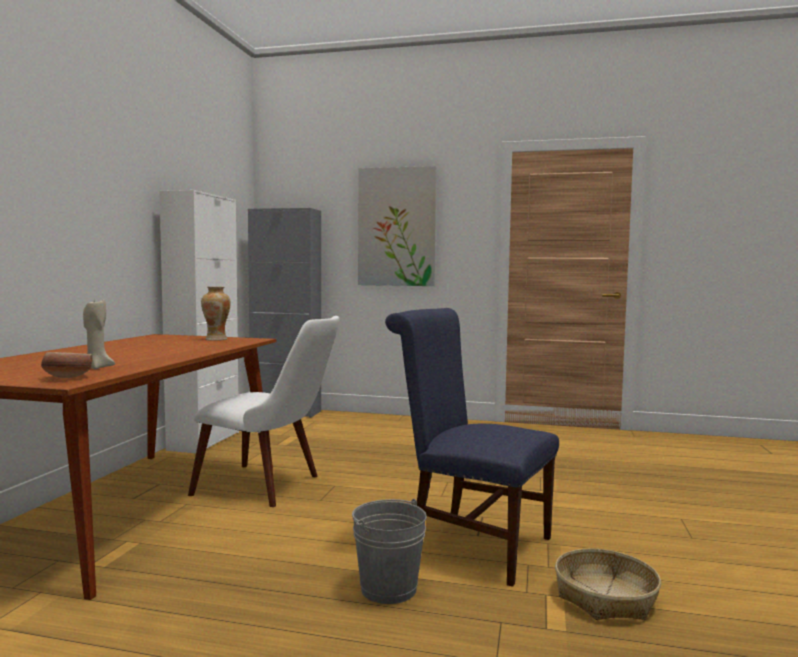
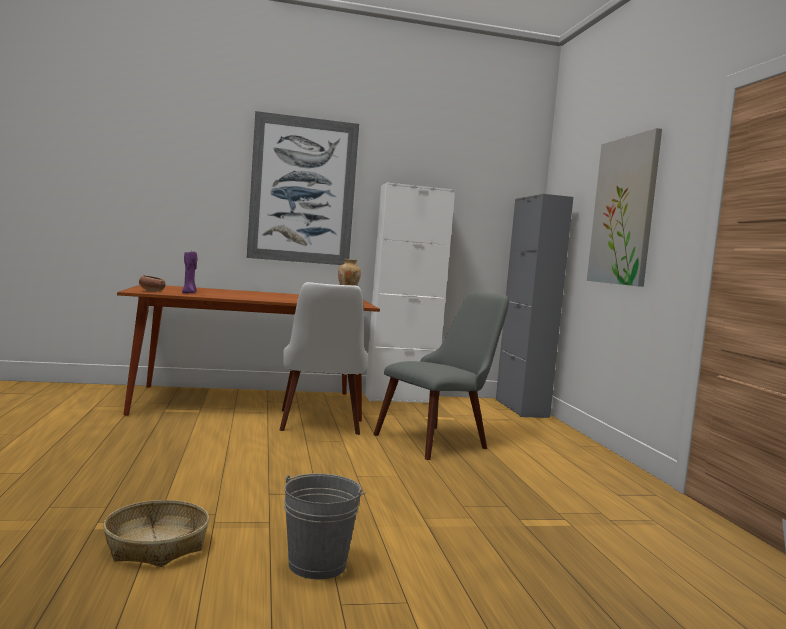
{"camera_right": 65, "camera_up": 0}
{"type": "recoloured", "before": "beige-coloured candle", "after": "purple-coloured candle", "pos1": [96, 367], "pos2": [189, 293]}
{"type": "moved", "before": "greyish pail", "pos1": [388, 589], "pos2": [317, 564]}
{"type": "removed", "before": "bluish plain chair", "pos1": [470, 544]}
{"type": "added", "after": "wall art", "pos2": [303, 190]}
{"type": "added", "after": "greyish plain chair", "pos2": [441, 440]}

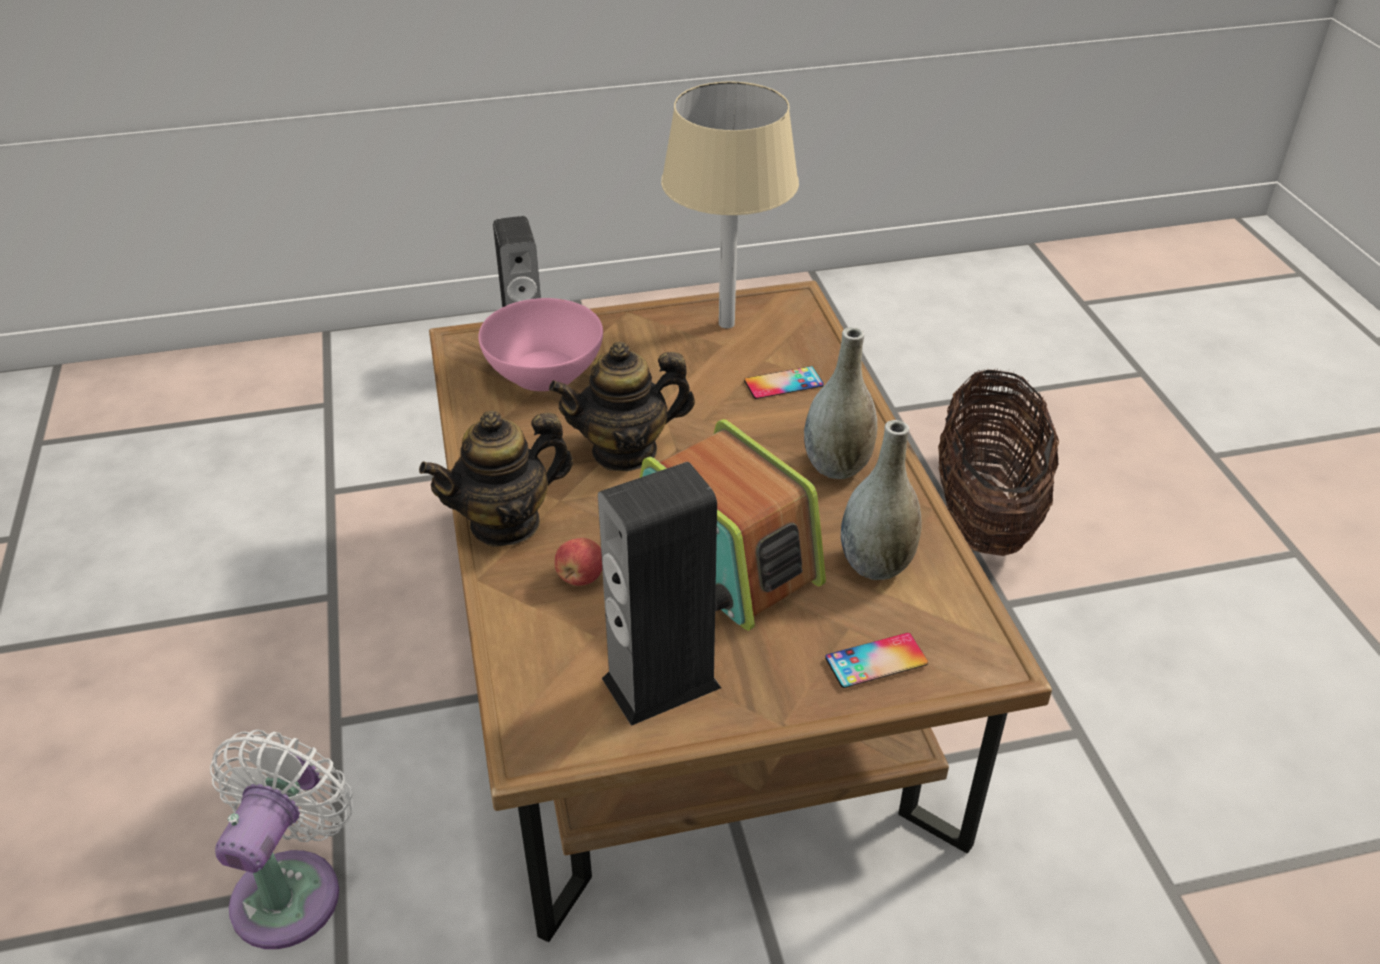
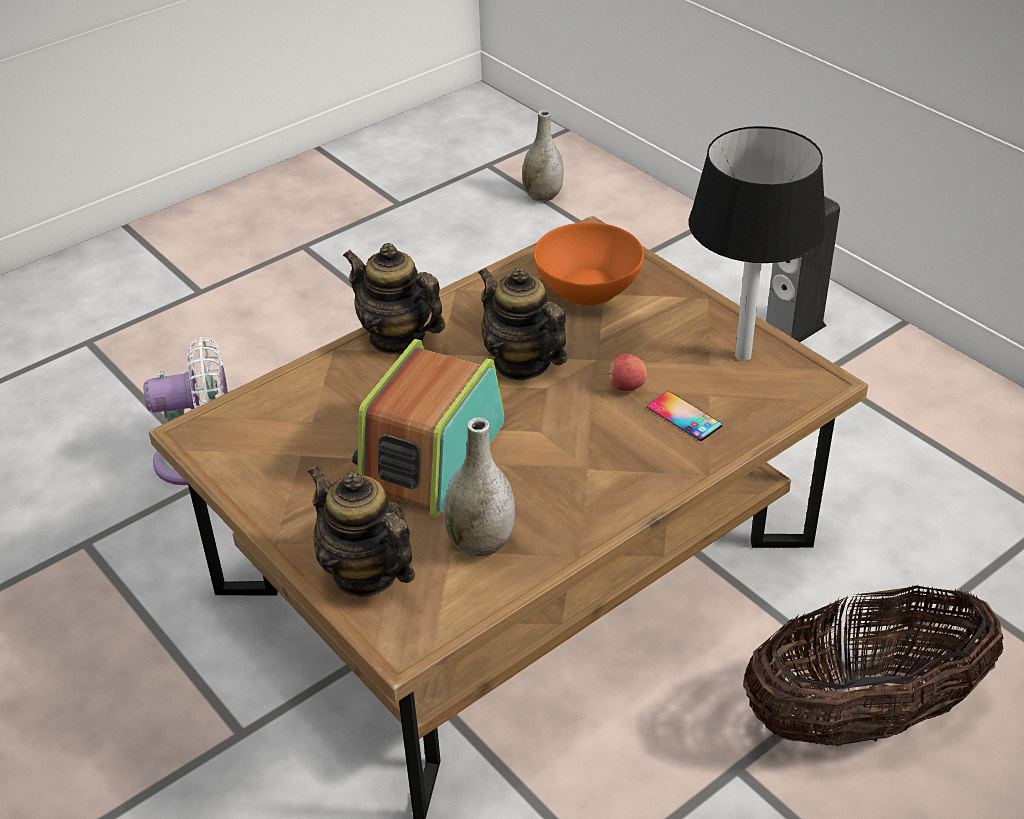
{"camera_right": 65, "camera_up": 0}
{"type": "recoloured", "before": "pinkish bowl", "after": "orange bowl", "pos1": [544, 371], "pos2": [588, 287]}
{"type": "moved", "before": "apple", "pos1": [580, 577], "pos2": [626, 386]}
{"type": "removed", "before": "speaker", "pos1": [661, 683]}
{"type": "recoloured", "before": "beige-coloured table lamp", "after": "blackish table lamp", "pos1": [727, 324], "pos2": [743, 356]}
{"type": "moved", "before": "greyish decorative vase", "pos1": [837, 466], "pos2": [543, 196]}
{"type": "replaced", "before": "handset", "after": "pot for tea", "pos1": [876, 661], "pos2": [365, 572]}

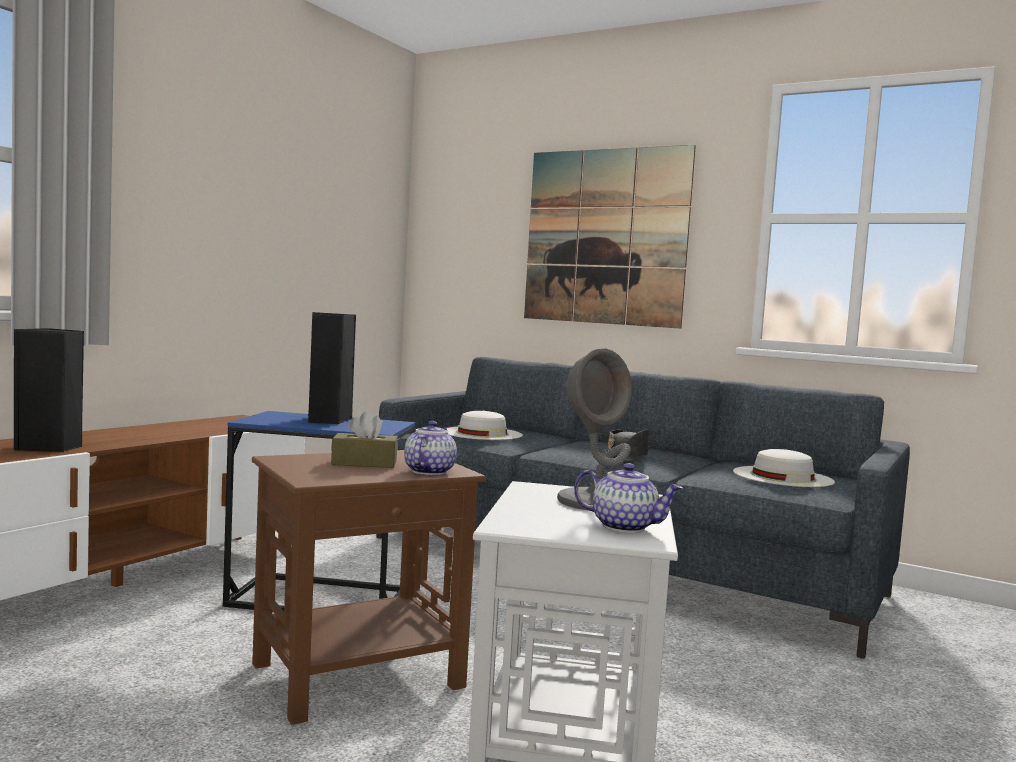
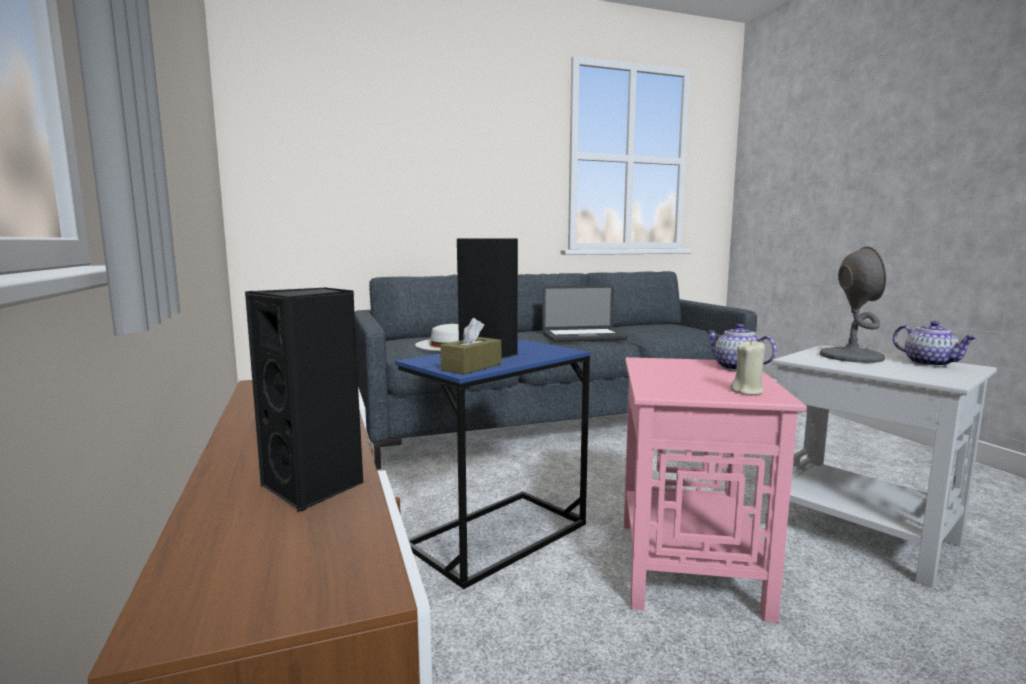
{"camera_right": -50, "camera_up": 5}
{"type": "recoloured", "before": "brownish accent table", "after": "pinkish accent table", "pos1": [360, 675], "pos2": [689, 563]}
{"type": "moved", "before": "brownish box of tissues", "pos1": [364, 463], "pos2": [471, 367]}
{"type": "removed", "before": "wall art", "pos1": [605, 237]}
{"type": "turned", "before": "pot for tea", "pos1": [625, 526], "pos2": [930, 363], "turn": 90}
{"type": "replaced", "before": "blackish wearable hat", "after": "notebook computer", "pos1": [628, 456], "pos2": [583, 337]}
{"type": "removed", "before": "white wearable hat", "pos1": [782, 476]}
{"type": "added", "after": "beige-coloured candle", "pos2": [747, 391]}

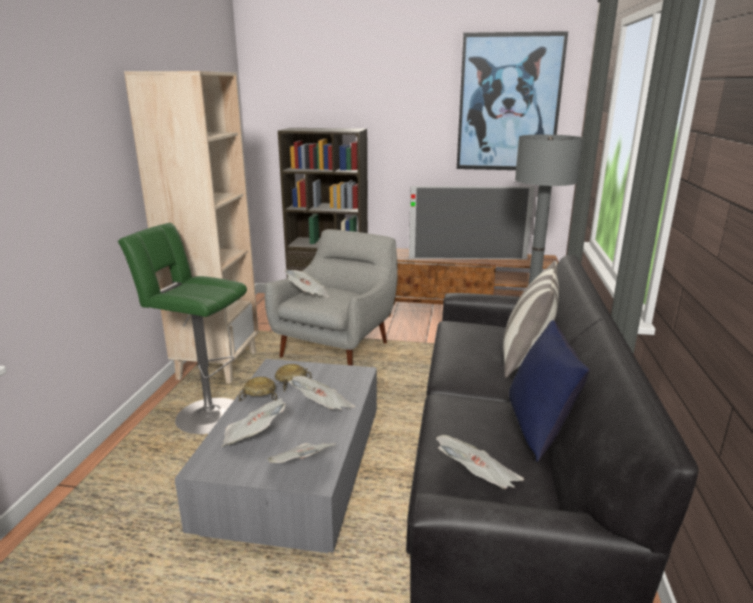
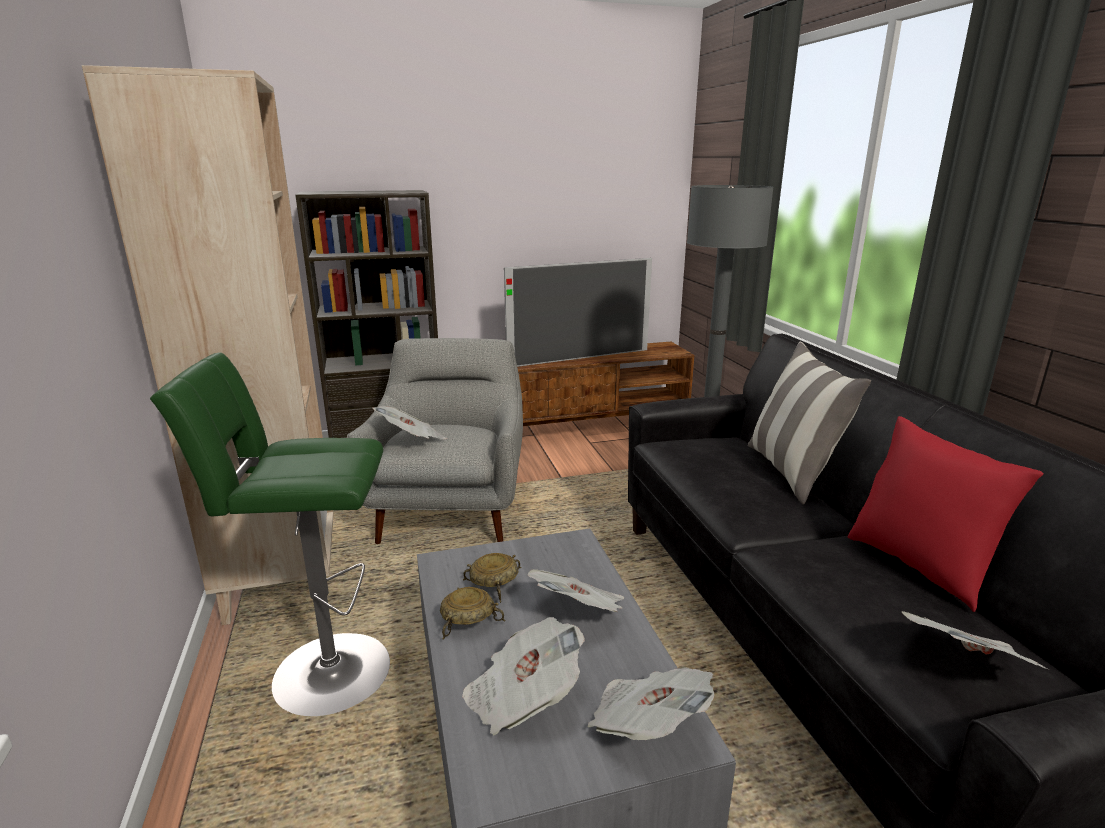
{"camera_right": -25, "camera_up": 0}
{"type": "removed", "before": "wall art", "pos1": [509, 103]}
{"type": "recoloured", "before": "bluish throw pillow", "after": "red-coloured throw pillow", "pos1": [539, 429], "pos2": [919, 565]}

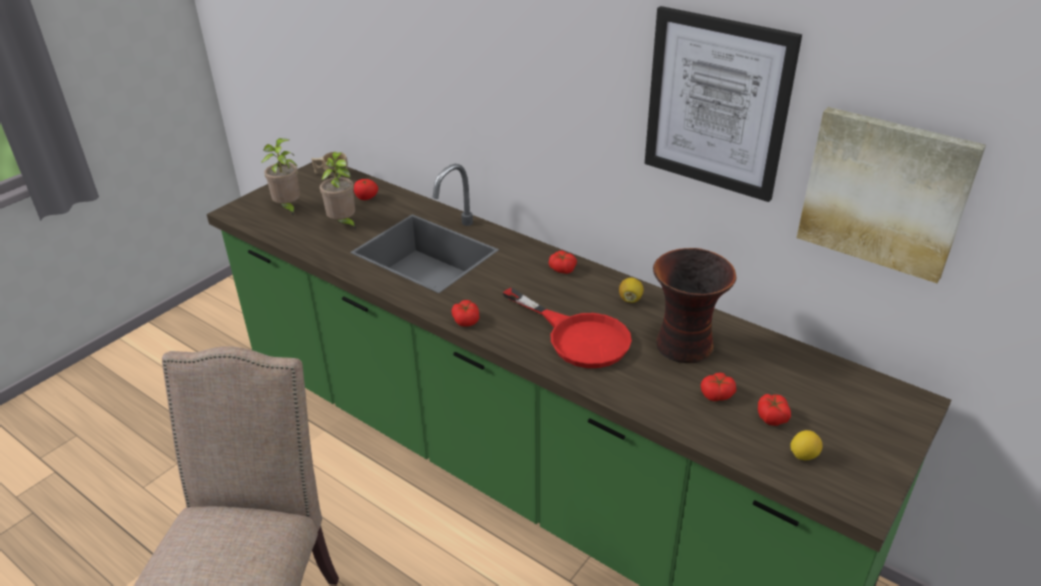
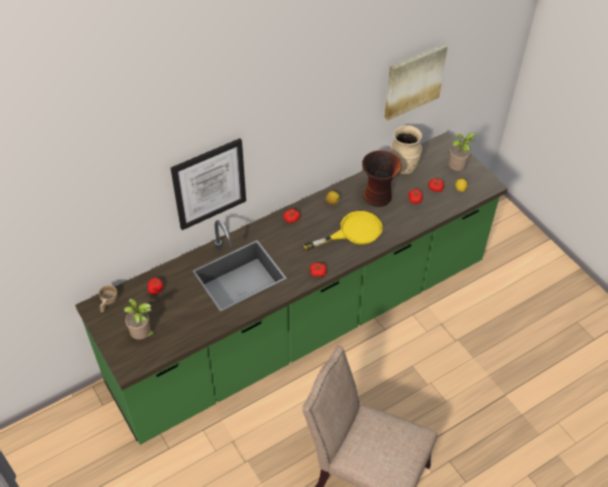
{"camera_right": -70, "camera_up": 15}
{"type": "moved", "before": "potted plant", "pos1": [343, 224], "pos2": [457, 169]}
{"type": "recoloured", "before": "red-coloured skillet", "after": "yellow-coloured skillet", "pos1": [578, 336], "pos2": [353, 232]}
{"type": "moved", "before": "wall art", "pos1": [717, 104], "pos2": [209, 184]}
{"type": "added", "after": "beige-coloured decorative vase", "pos2": [403, 168]}

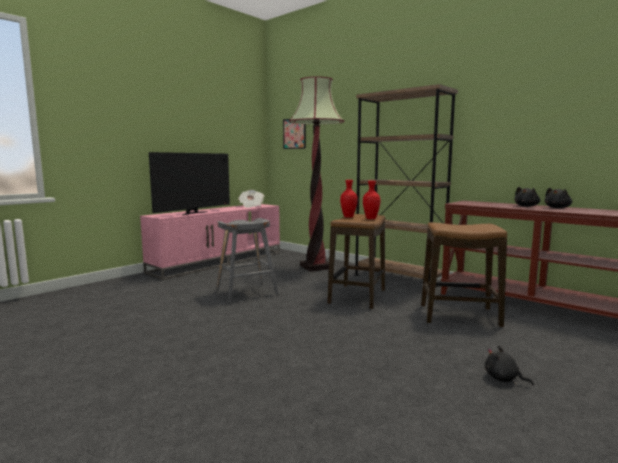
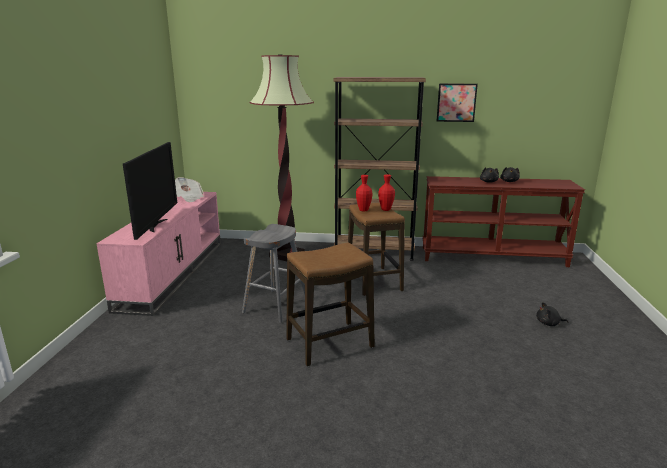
{"camera_right": -35, "camera_up": 10}
{"type": "moved", "before": "wall art", "pos1": [294, 133], "pos2": [456, 102]}
{"type": "moved", "before": "sitting stool", "pos1": [459, 316], "pos2": [330, 343]}

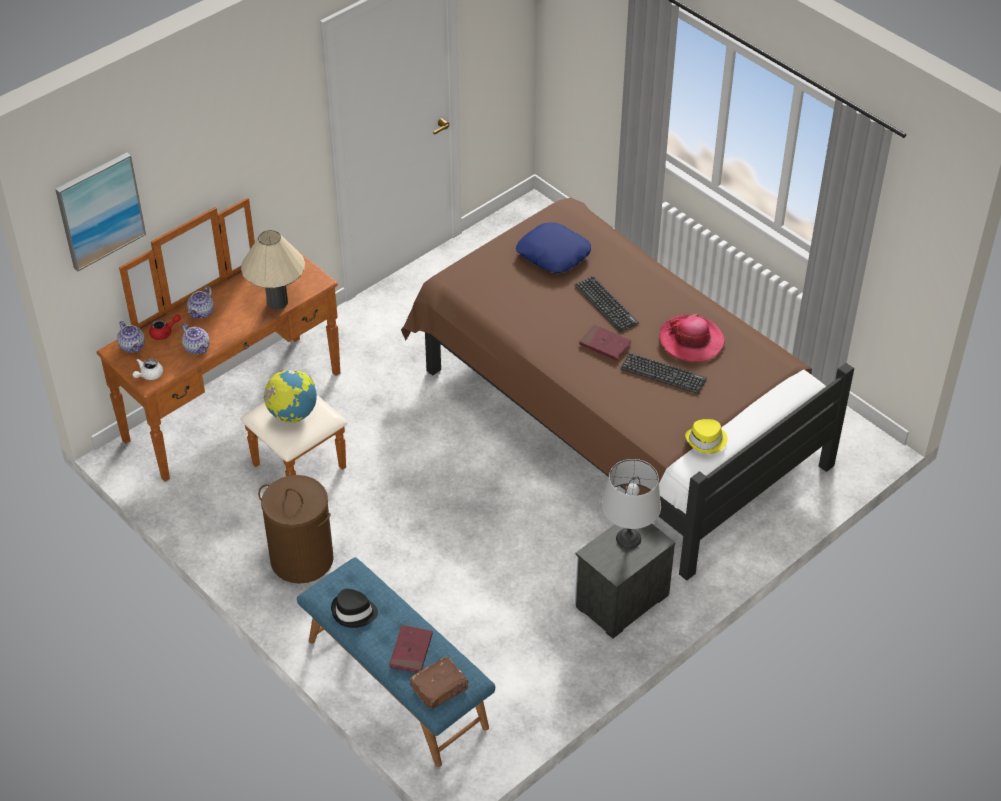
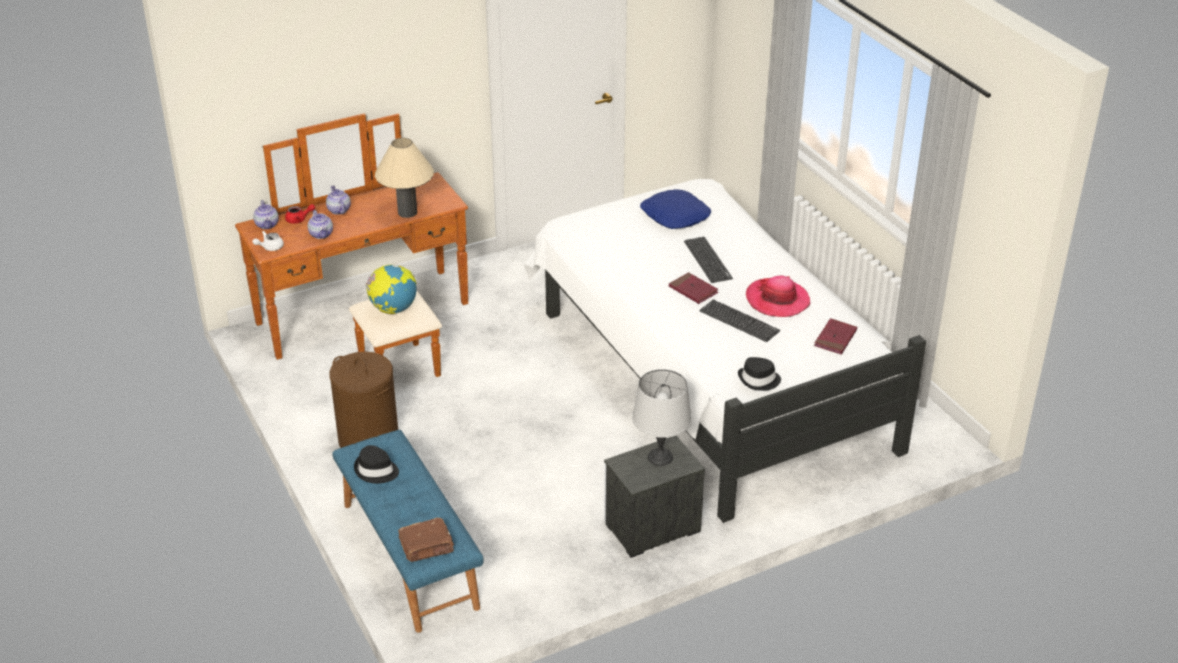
{"camera_right": 15, "camera_up": -10}
{"type": "removed", "before": "wall art", "pos1": [100, 210]}
{"type": "turned", "before": "pot for tea", "pos1": [202, 312], "pos2": [338, 210], "turn": 120}
{"type": "moved", "before": "red-coloured book", "pos1": [411, 651], "pos2": [835, 338]}
{"type": "recoloured", "before": "brownish bedroom bed", "after": "white bedroom bed", "pos1": [614, 409], "pos2": [708, 371]}
{"type": "recoloured", "before": "yellow-coloured wearable hat", "after": "blackish wearable hat", "pos1": [706, 441], "pos2": [759, 380]}

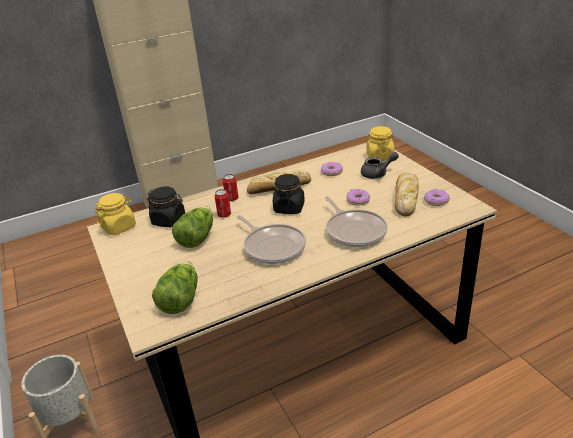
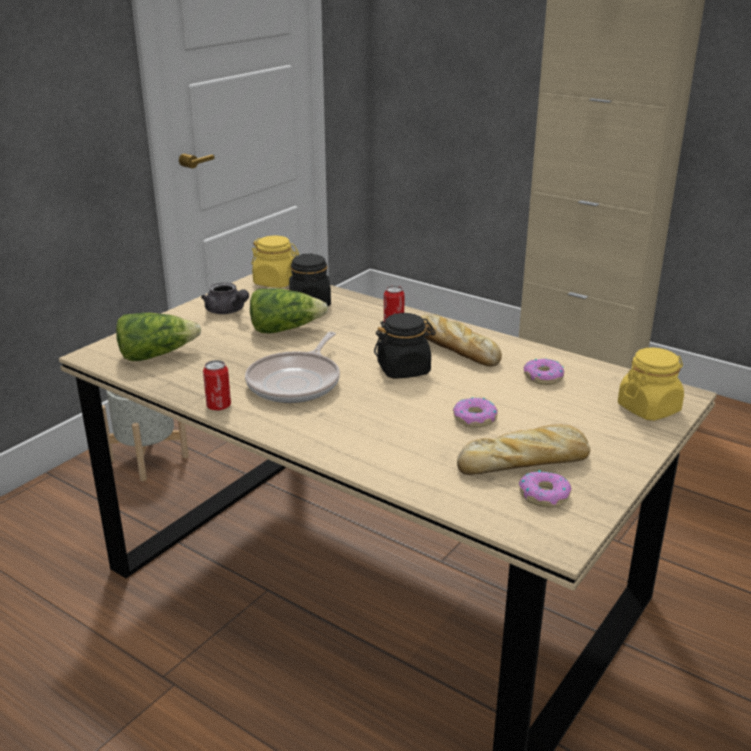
{"camera_right": 60, "camera_up": -5}
{"type": "moved", "before": "can", "pos1": [224, 215], "pos2": [218, 406]}
{"type": "removed", "before": "skillet", "pos1": [354, 231]}
{"type": "moved", "before": "greyish pot for tea", "pos1": [378, 174], "pos2": [227, 311]}

